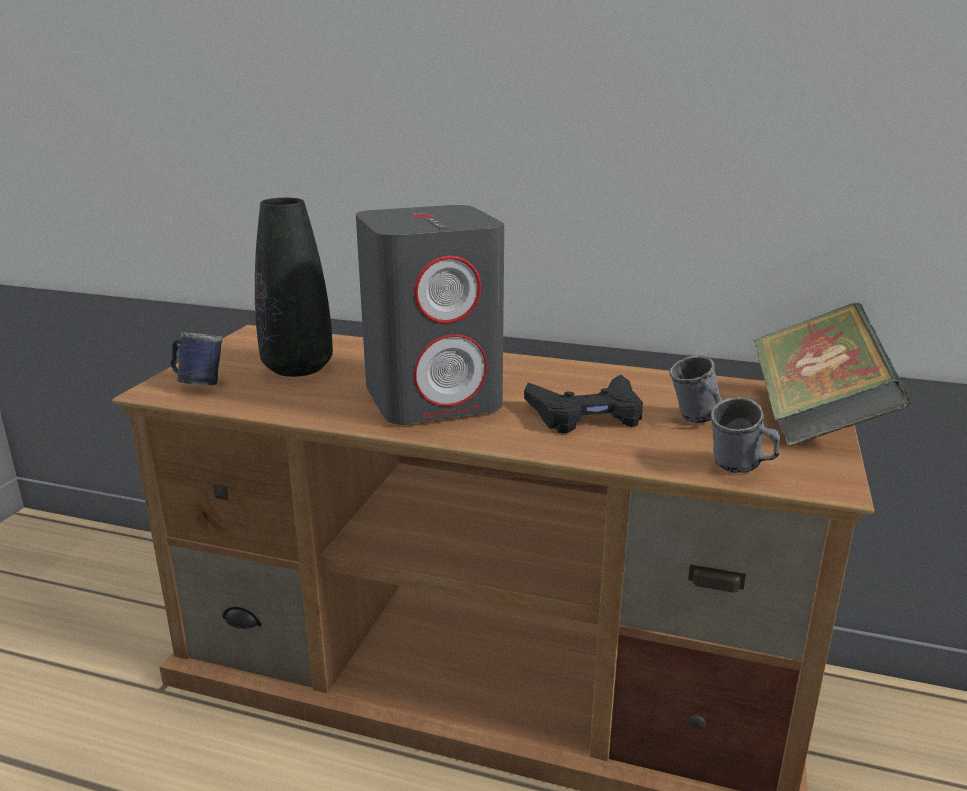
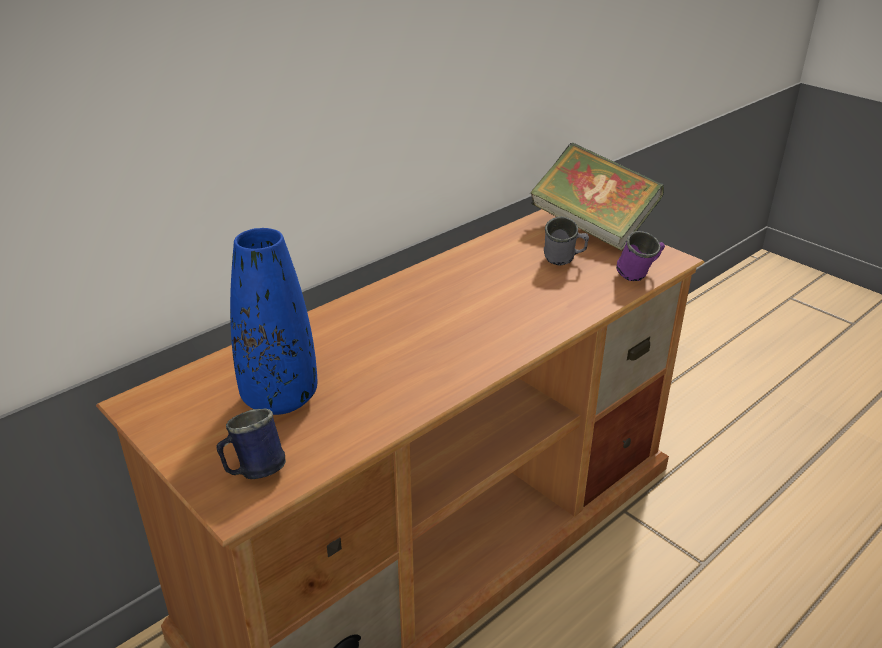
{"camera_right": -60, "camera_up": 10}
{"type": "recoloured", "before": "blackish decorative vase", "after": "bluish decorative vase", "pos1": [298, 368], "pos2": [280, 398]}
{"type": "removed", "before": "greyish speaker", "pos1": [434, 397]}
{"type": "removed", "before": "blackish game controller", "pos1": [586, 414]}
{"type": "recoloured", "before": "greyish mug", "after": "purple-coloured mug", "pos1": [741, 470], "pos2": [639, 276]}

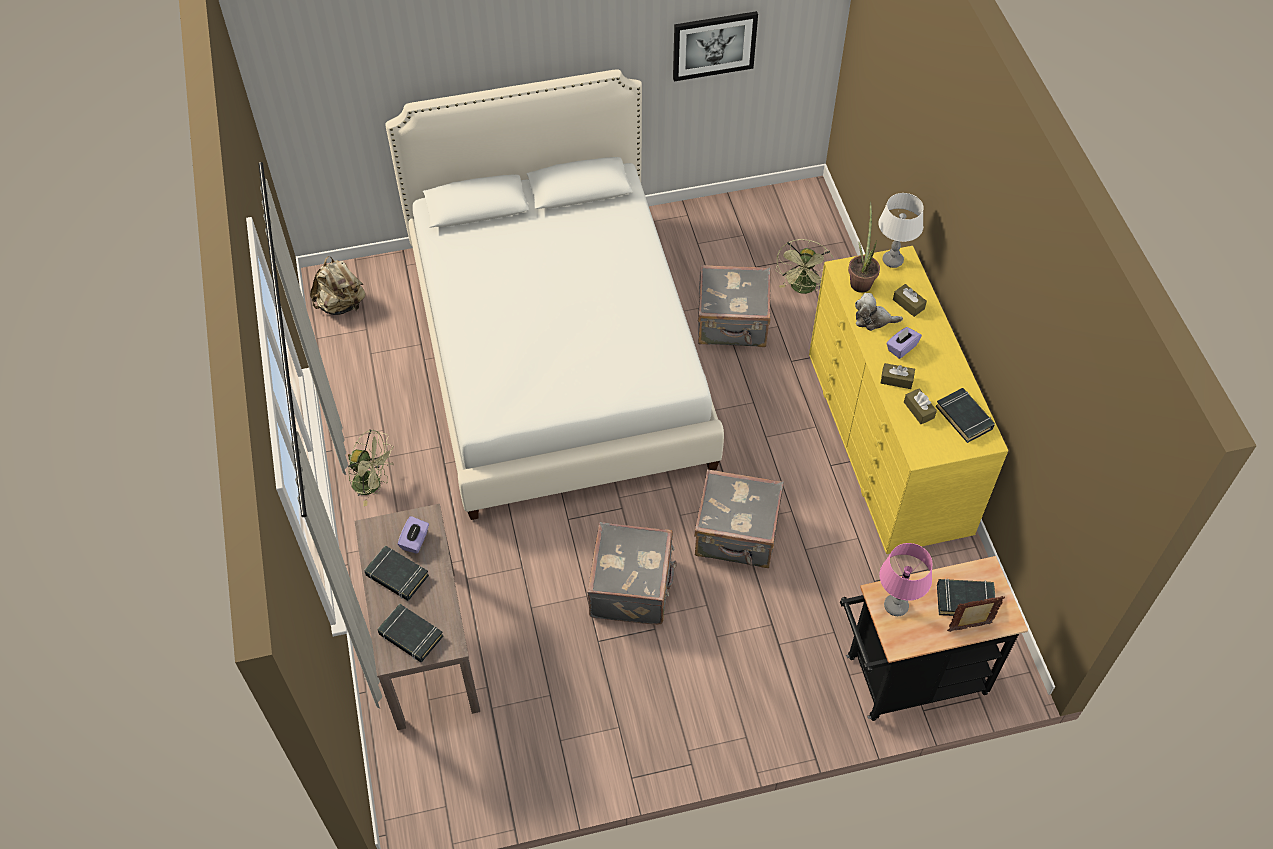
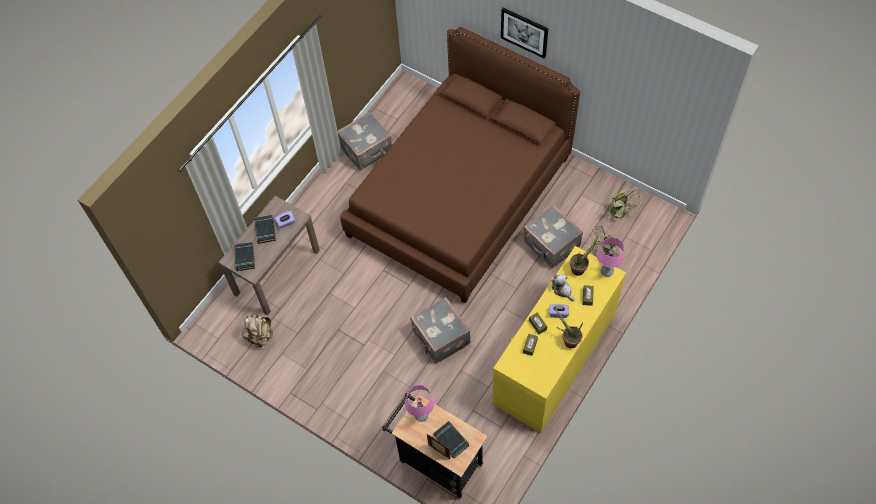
{"camera_right": 50, "camera_up": 5}
{"type": "moved", "before": "beige-coloured rucksack", "pos1": [341, 304], "pos2": [259, 336]}
{"type": "moved", "before": "green-coloured fan", "pos1": [373, 484], "pos2": [620, 214]}
{"type": "recoloured", "before": "white bedroom bed", "after": "brownish bedroom bed", "pos1": [559, 355], "pos2": [460, 196]}
{"type": "moved", "before": "greyish travel case", "pos1": [632, 587], "pos2": [367, 150]}
{"type": "moved", "before": "wall art", "pos1": [714, 45], "pos2": [524, 32]}
{"type": "recoloured", "before": "white table lamp", "after": "pinkish table lamp", "pos1": [892, 261], "pos2": [606, 271]}
{"type": "removed", "before": "blackish book", "pos1": [964, 417]}
{"type": "added", "after": "potted plant", "pos2": [568, 340]}

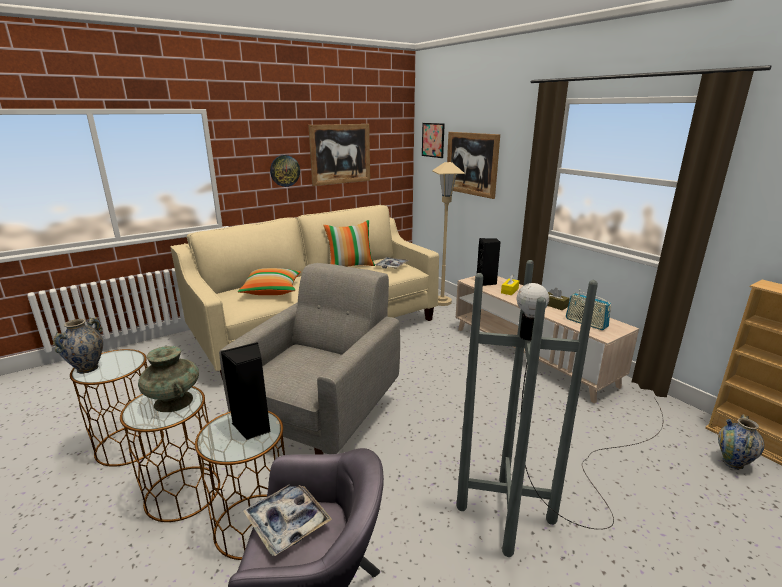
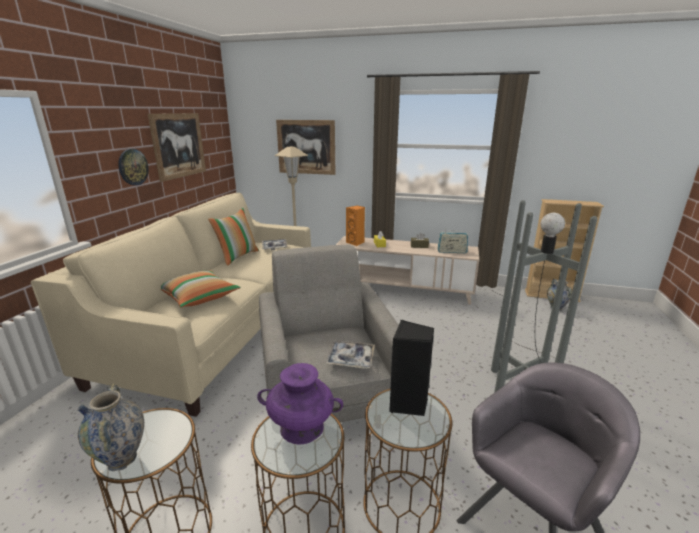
{"camera_right": -40, "camera_up": 0}
{"type": "recoloured", "before": "turquoise-coloured decorative vase", "after": "purple-coloured decorative vase", "pos1": [173, 401], "pos2": [301, 428]}
{"type": "moved", "before": "tray", "pos1": [287, 522], "pos2": [350, 359]}
{"type": "removed", "before": "wall art", "pos1": [433, 140]}
{"type": "recoloured", "before": "blackish speaker", "after": "orange speaker", "pos1": [486, 282], "pos2": [356, 243]}

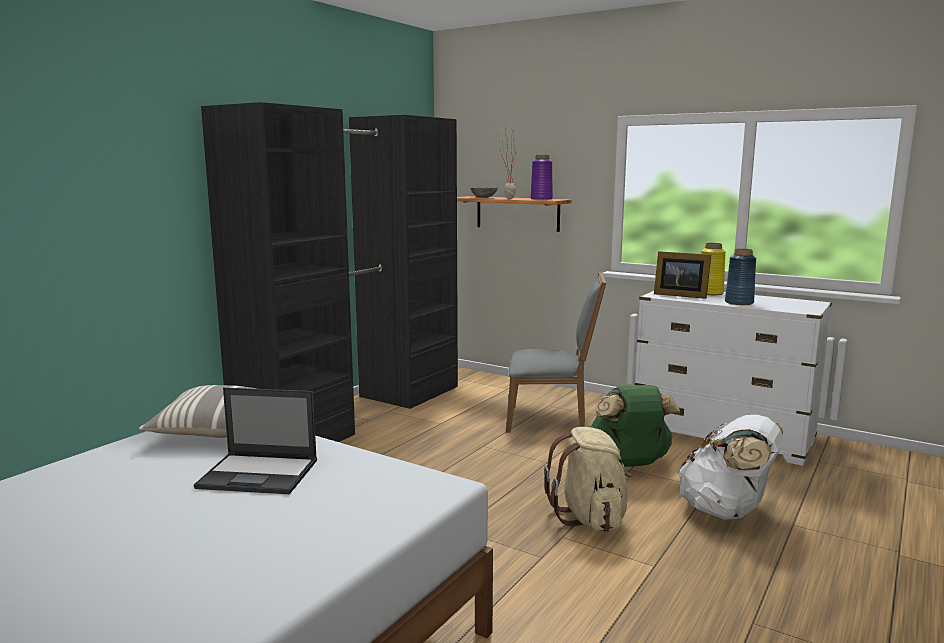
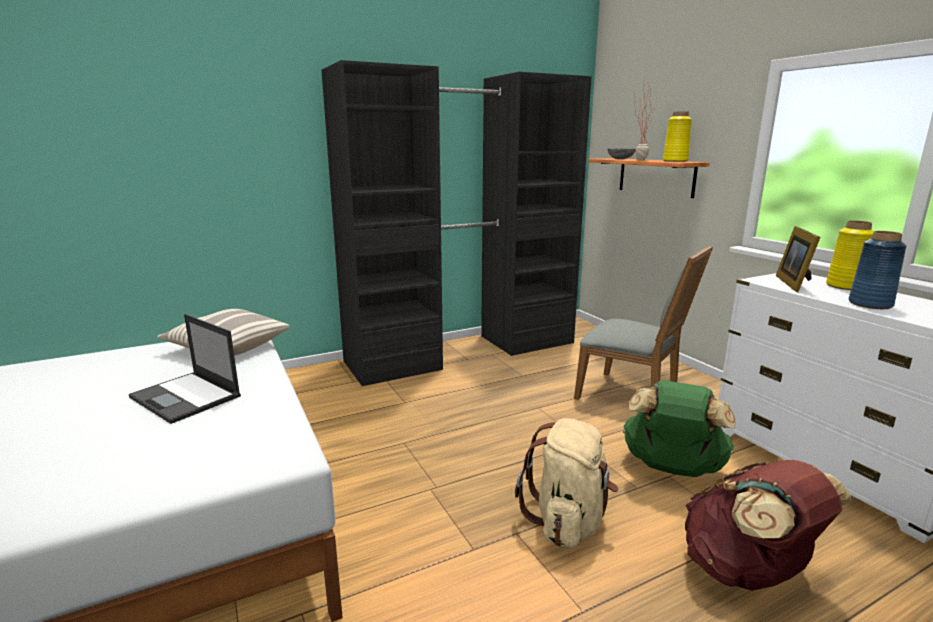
{"camera_right": 30, "camera_up": 5}
{"type": "recoloured", "before": "purple-coloured decorative vase", "after": "yellow-coloured decorative vase", "pos1": [541, 199], "pos2": [675, 161]}
{"type": "turned", "before": "picture frame", "pos1": [679, 295], "pos2": [795, 283], "turn": 45}
{"type": "recoloured", "before": "white rucksack", "after": "brownish rucksack", "pos1": [727, 511], "pos2": [747, 572]}

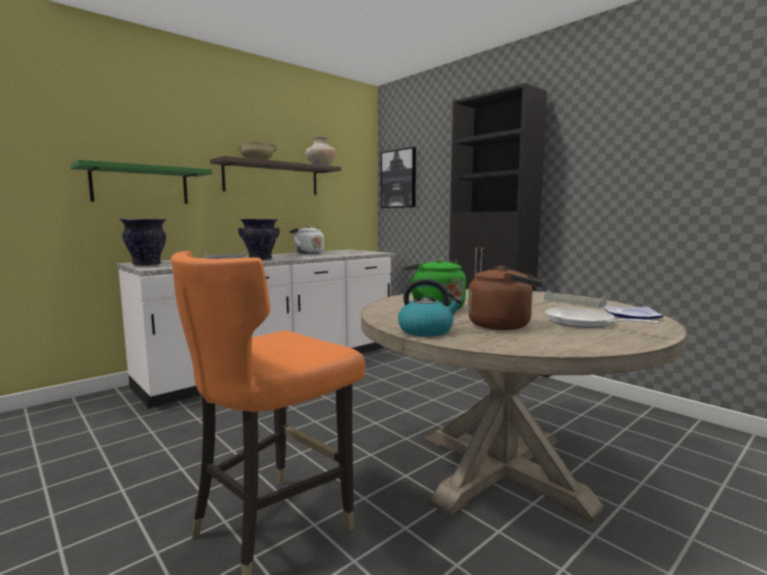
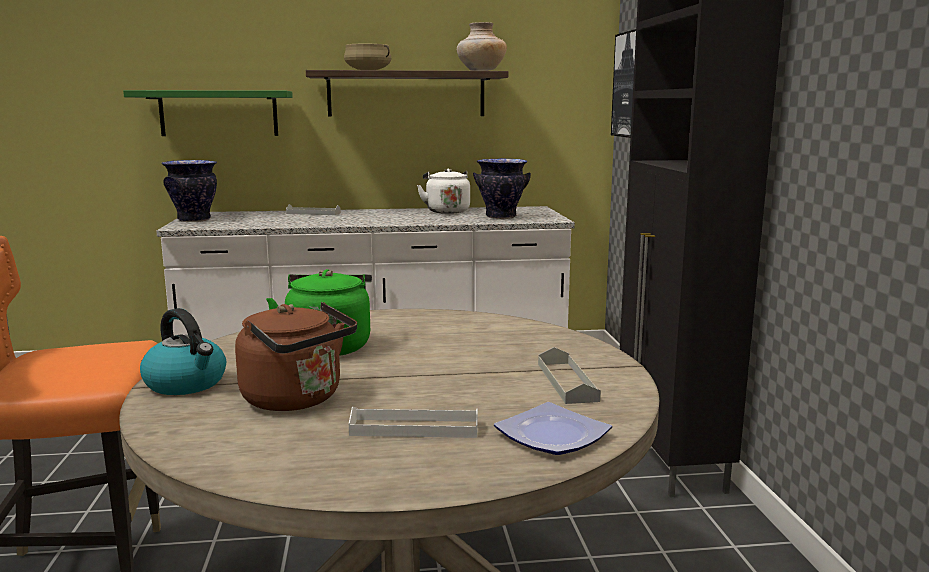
{"camera_right": 35, "camera_up": 5}
{"type": "moved", "before": "decorative vase", "pos1": [260, 259], "pos2": [501, 217]}
{"type": "replaced", "before": "skillet", "after": "white tray", "pos1": [584, 323], "pos2": [414, 428]}

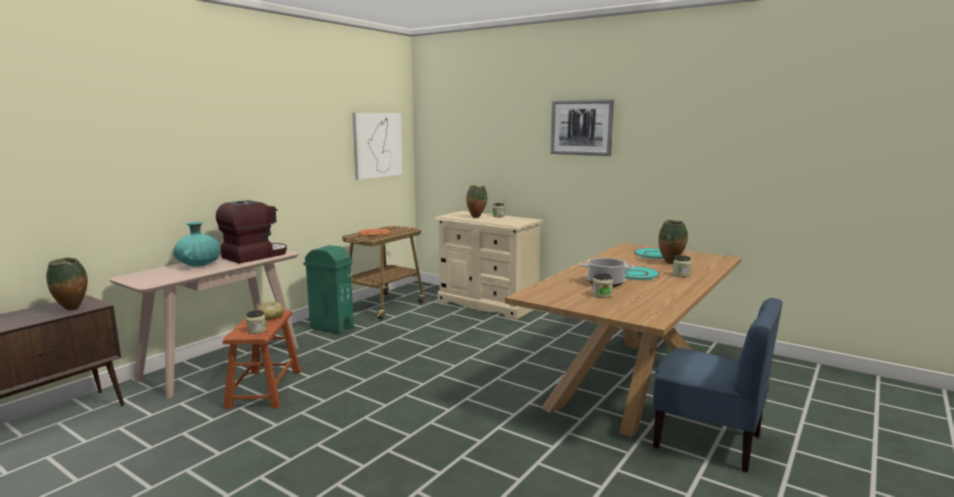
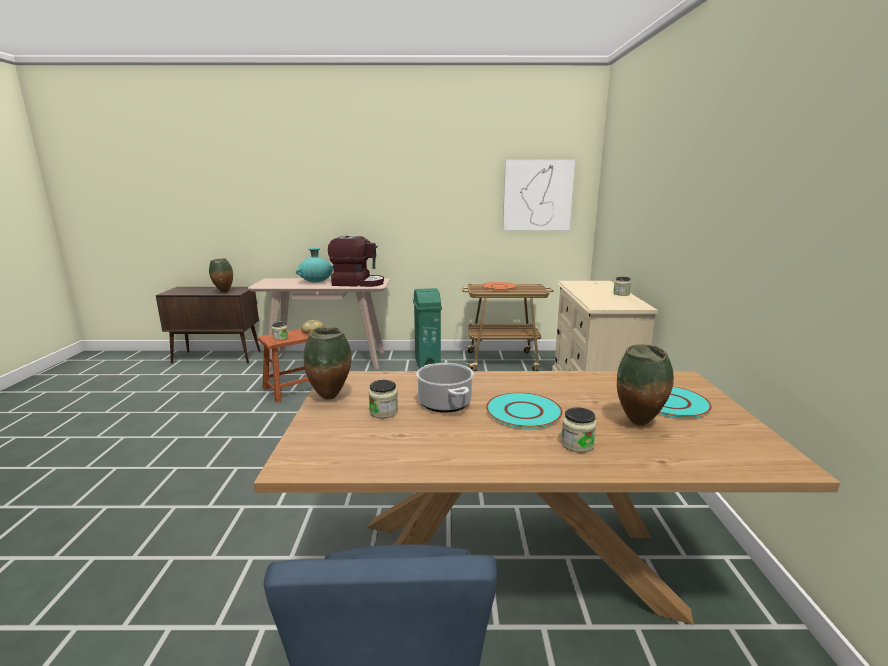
{"camera_right": 55, "camera_up": 5}
{"type": "moved", "before": "decorative vase", "pos1": [476, 217], "pos2": [331, 398]}
{"type": "removed", "before": "wall art", "pos1": [581, 127]}

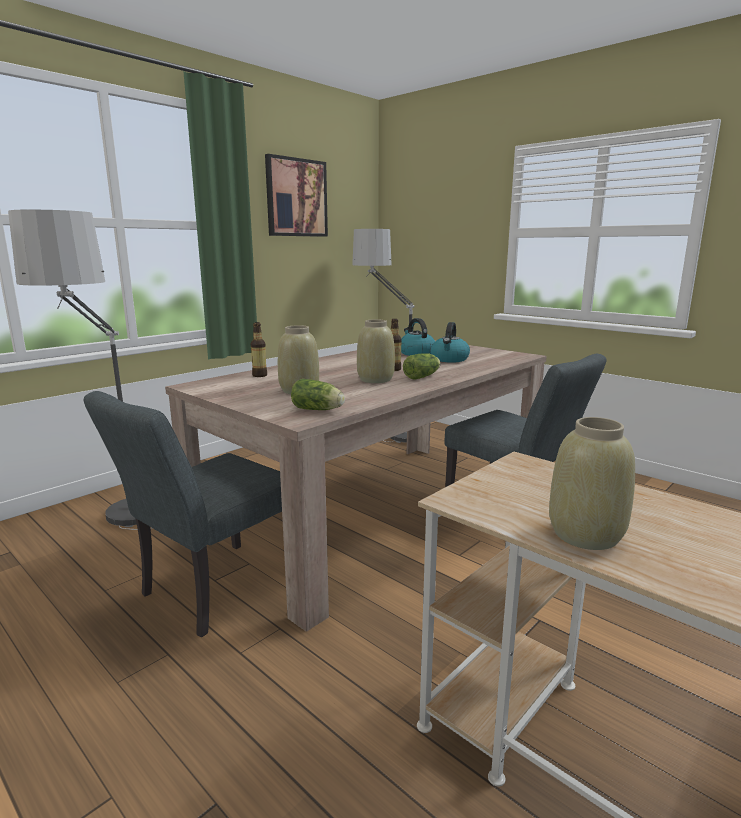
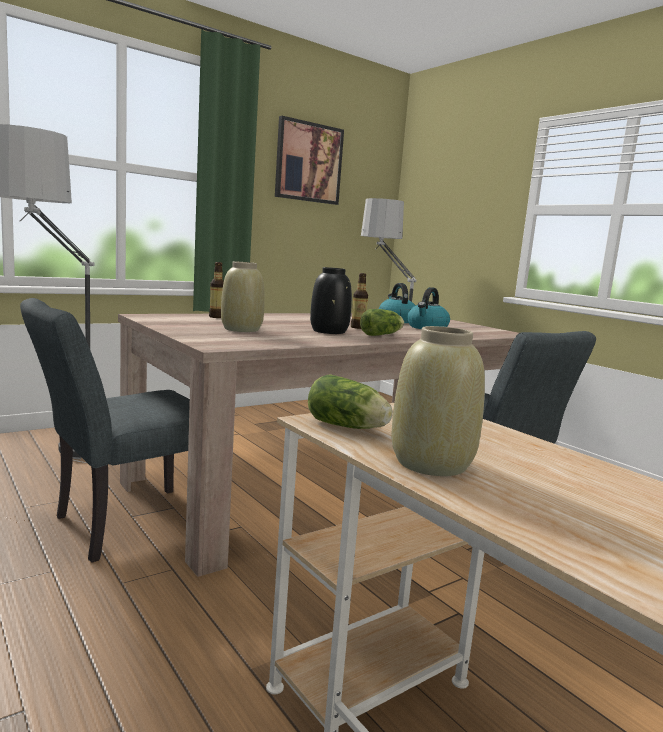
{"camera_right": 10, "camera_up": -5}
{"type": "moved", "before": "lettuce", "pos1": [319, 410], "pos2": [349, 427]}
{"type": "recoloured", "before": "beige-coloured decorative vase", "after": "blackish decorative vase", "pos1": [375, 380], "pos2": [328, 331]}

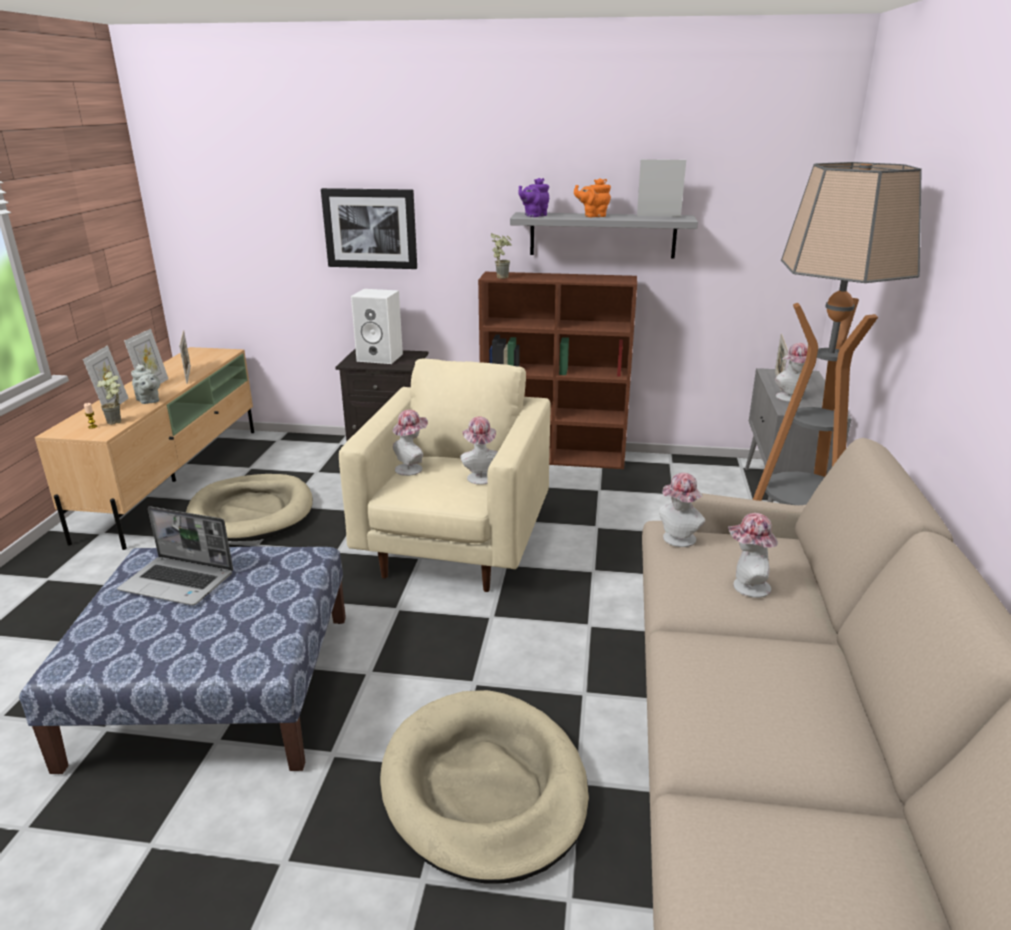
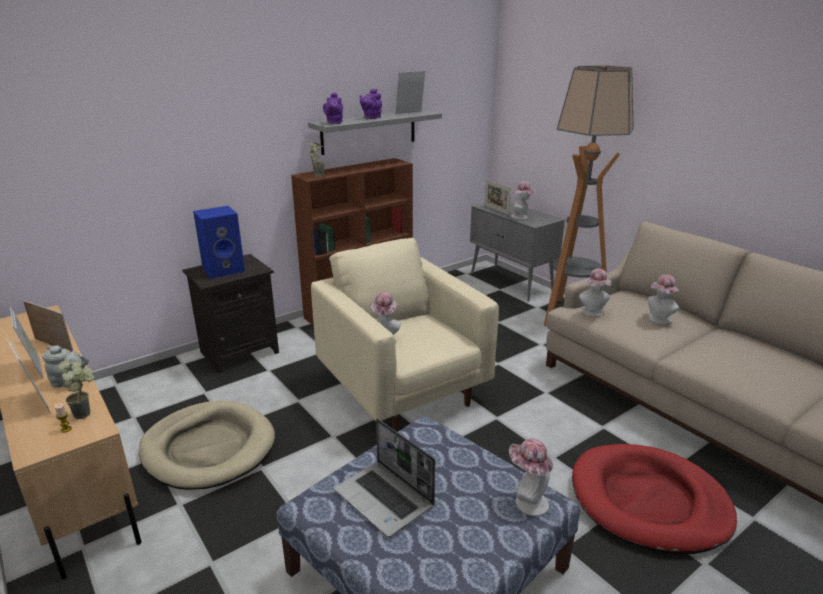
{"camera_right": -45, "camera_up": 0}
{"type": "turned", "before": "notebook computer", "pos1": [179, 582], "pos2": [385, 499], "turn": 75}
{"type": "removed", "before": "wall art", "pos1": [370, 228]}
{"type": "recoloured", "before": "white speaker", "after": "bluish speaker", "pos1": [381, 357], "pos2": [224, 269]}
{"type": "recoloured", "before": "beige-coloured dog bed", "after": "red-coloured dog bed", "pos1": [484, 788], "pos2": [649, 502]}
{"type": "moved", "before": "wearable hat", "pos1": [480, 476], "pos2": [527, 501]}
{"type": "recoloured", "before": "orange pot for tea", "after": "purple-coloured pot for tea", "pos1": [593, 216], "pos2": [371, 117]}

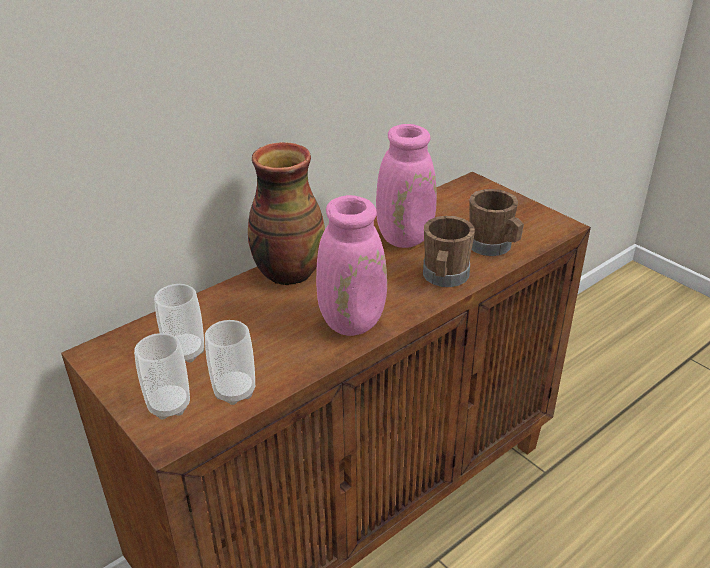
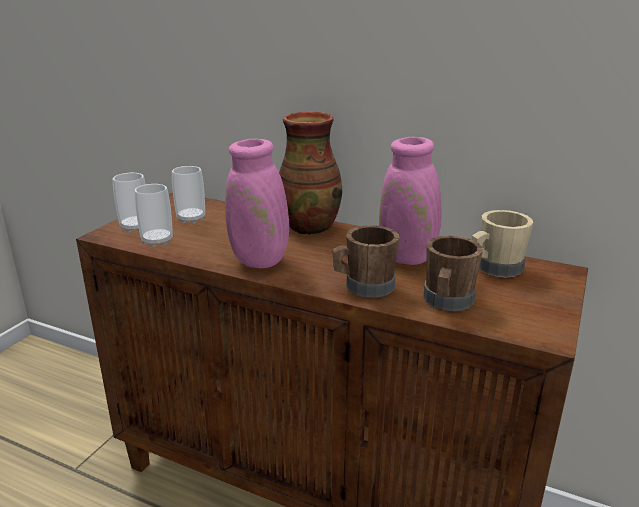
{"camera_right": 65, "camera_up": -10}
{"type": "added", "after": "beige-coloured mug", "pos2": [495, 268]}

